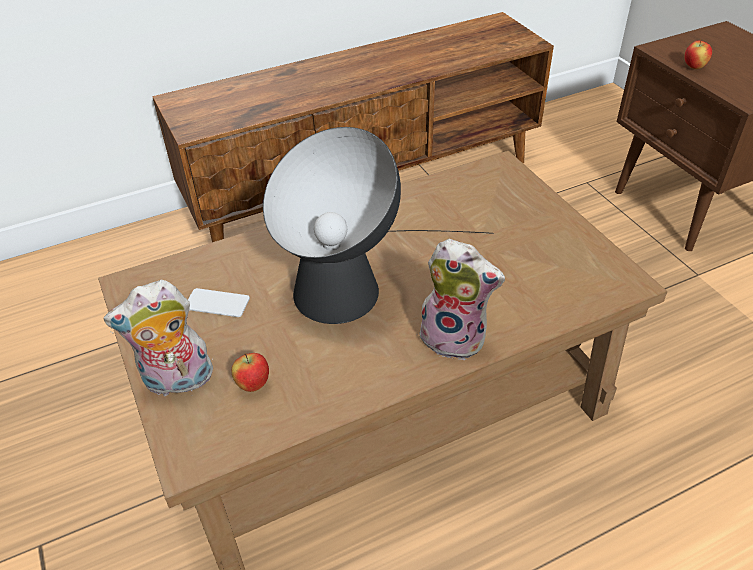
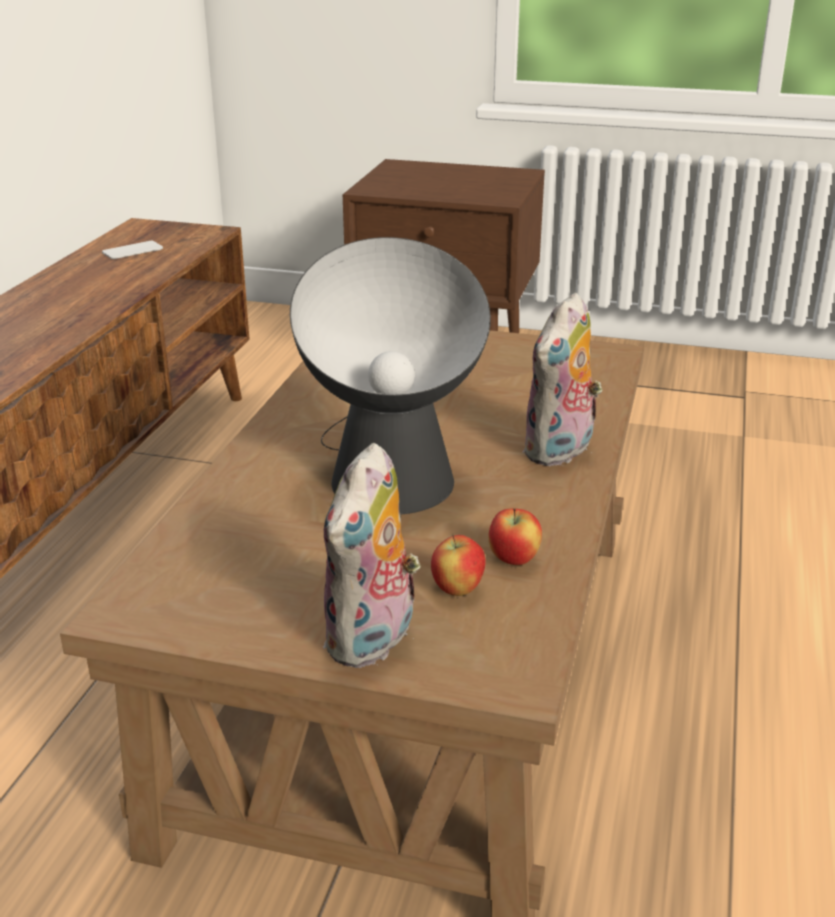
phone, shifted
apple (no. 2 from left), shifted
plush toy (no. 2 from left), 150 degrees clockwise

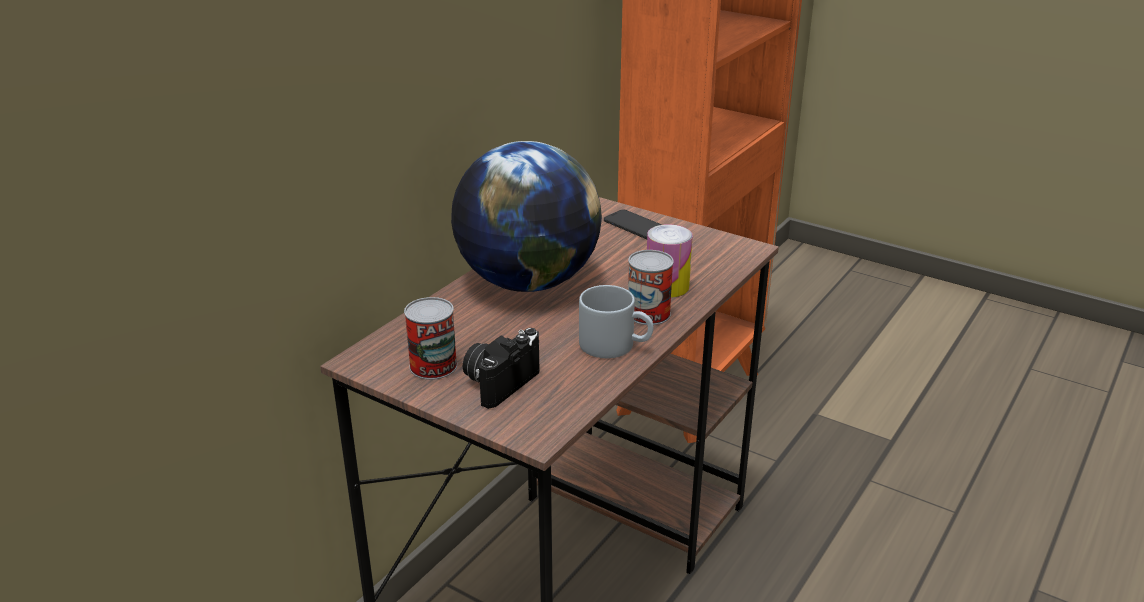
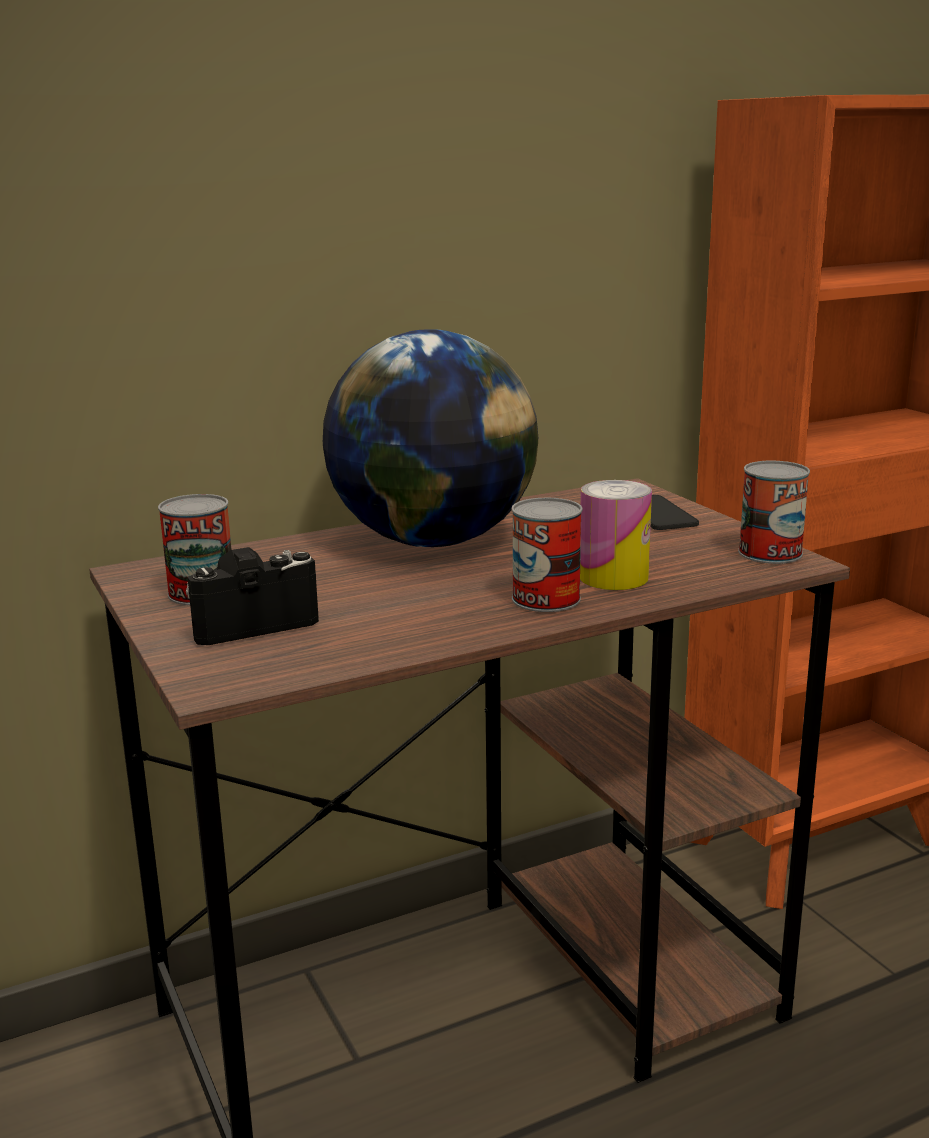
nothing => can (no. 4 from left)
grey mug => nothing

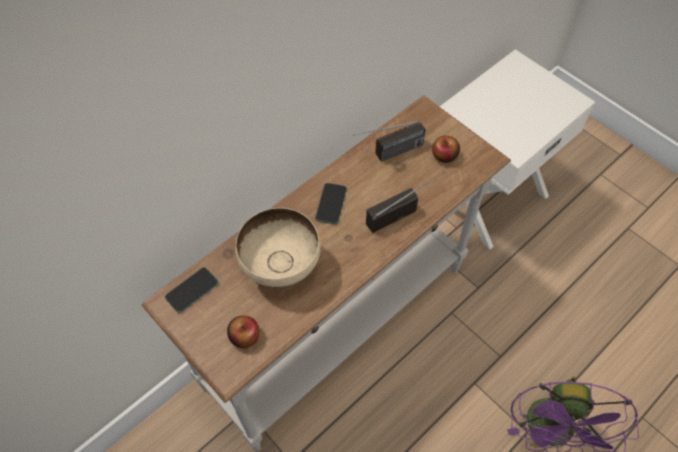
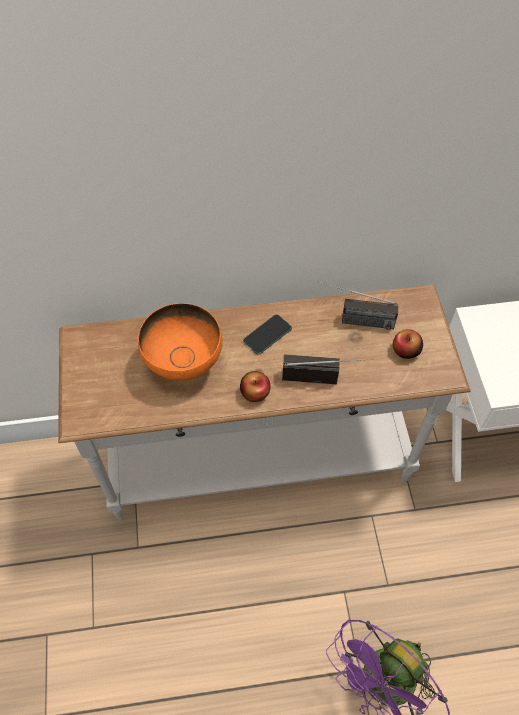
beige bowl => orange bowl
apple (no. 1 from left), shifted
phone (no. 1 from left) => nothing

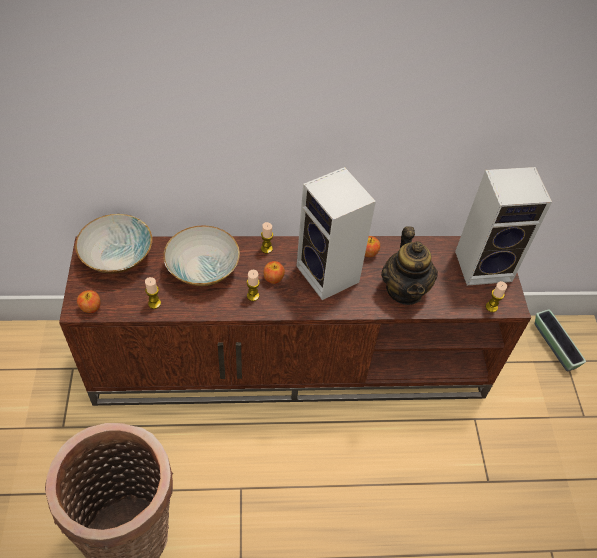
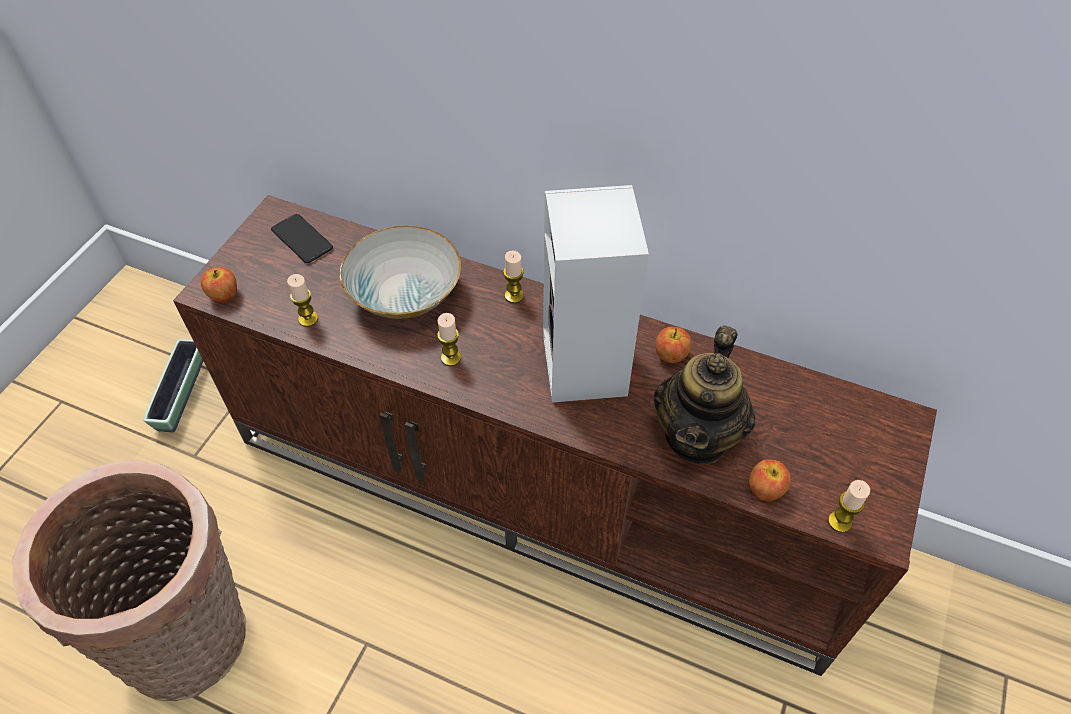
planter, shifted
bowl (no. 1 from left) => phone
apple (no. 2 from left in the first image) => apple (no. 3 from left), shifted
speaker (no. 2 from left) => nothing

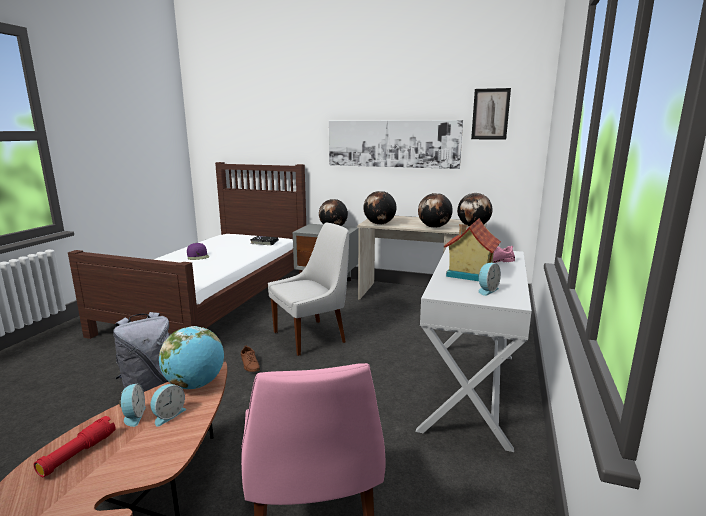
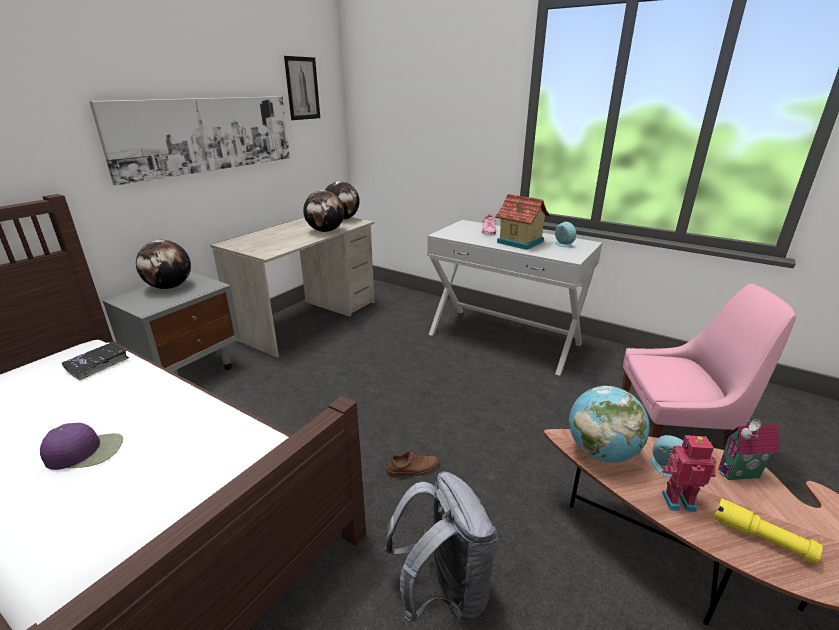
alarm clock (no. 1 from left) => toy robot
red flashlight => yellow flashlight
nothing => toy house (no. 2 from left)
white chair => nothing
globe (no. 3 from left) => nothing

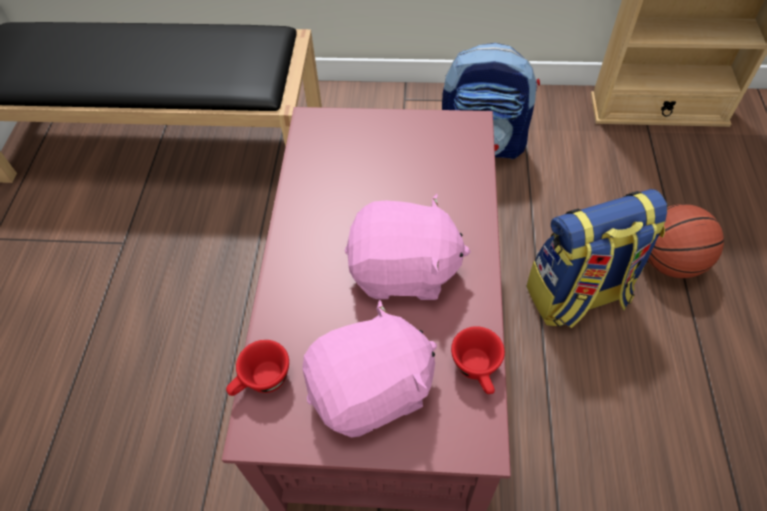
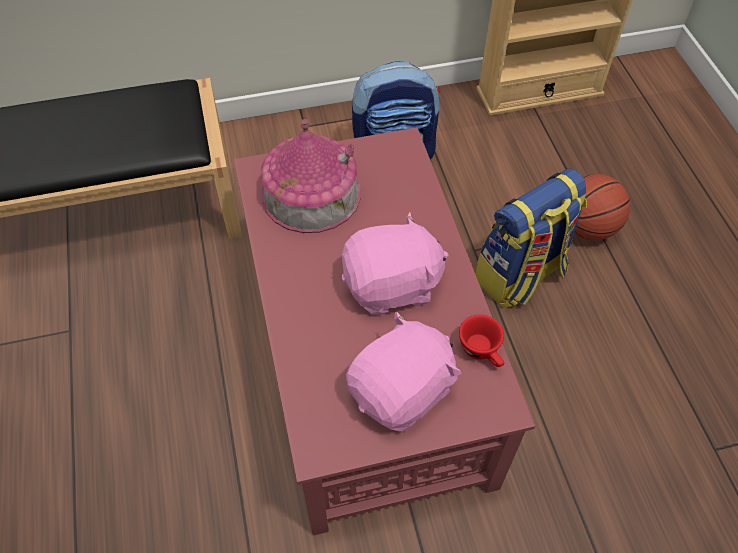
nothing => toy house
red cup (no. 1 from left) => nothing

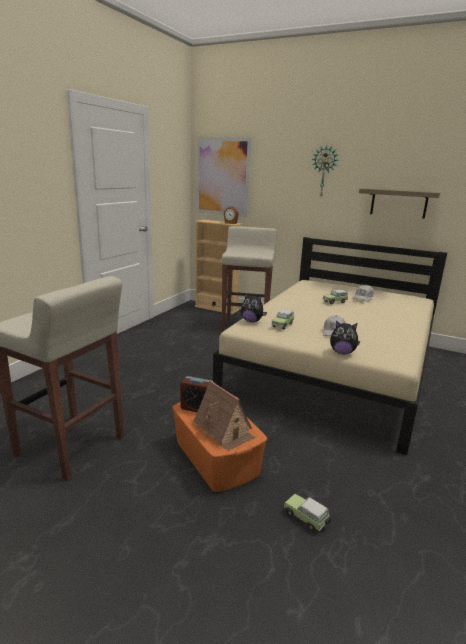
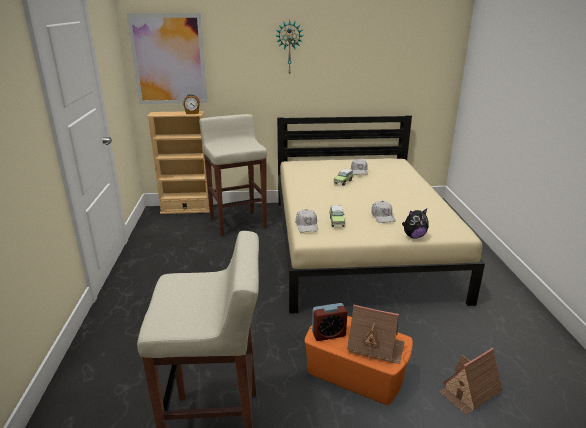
plush toy (no. 1 from left) => white cap (no. 1 from left)
toy car (no. 2 from left) => toy house (no. 2 from left)
shelf => nothing

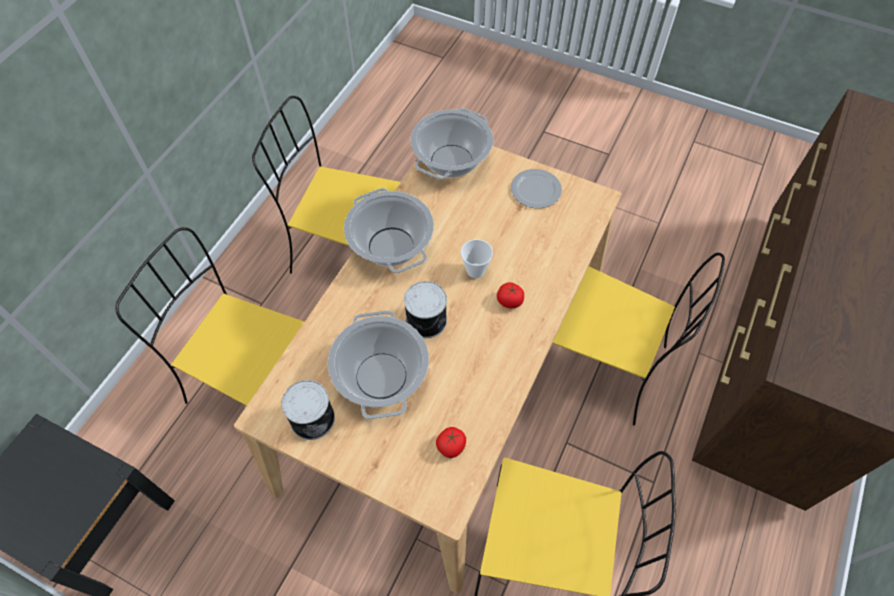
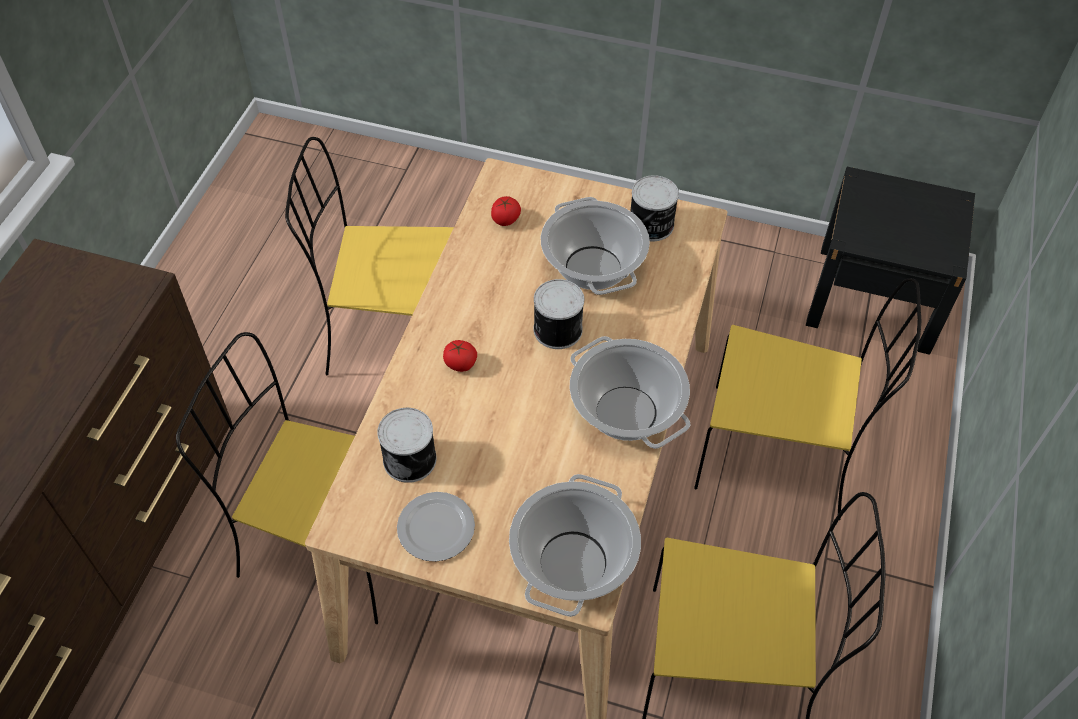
nothing => can (no. 1 from left)
cup => nothing

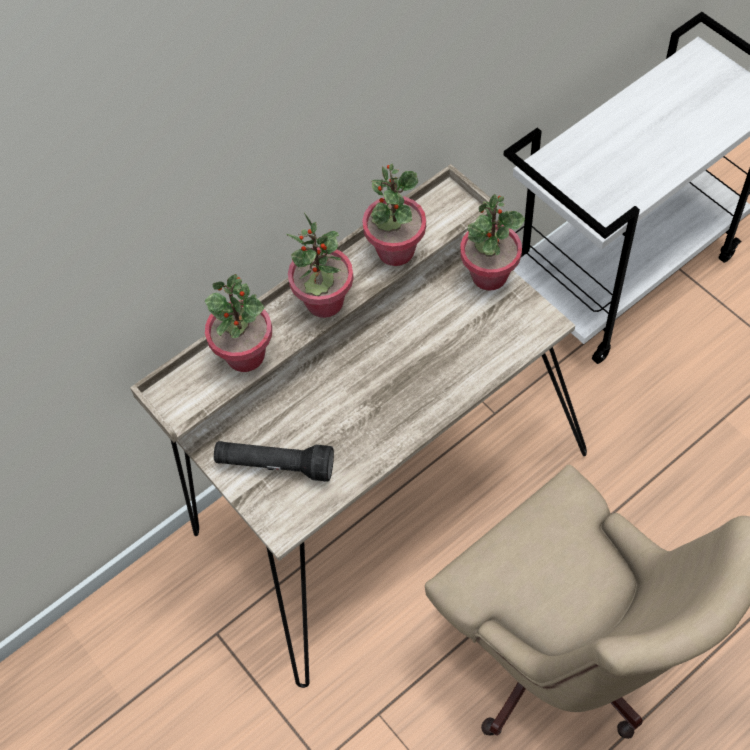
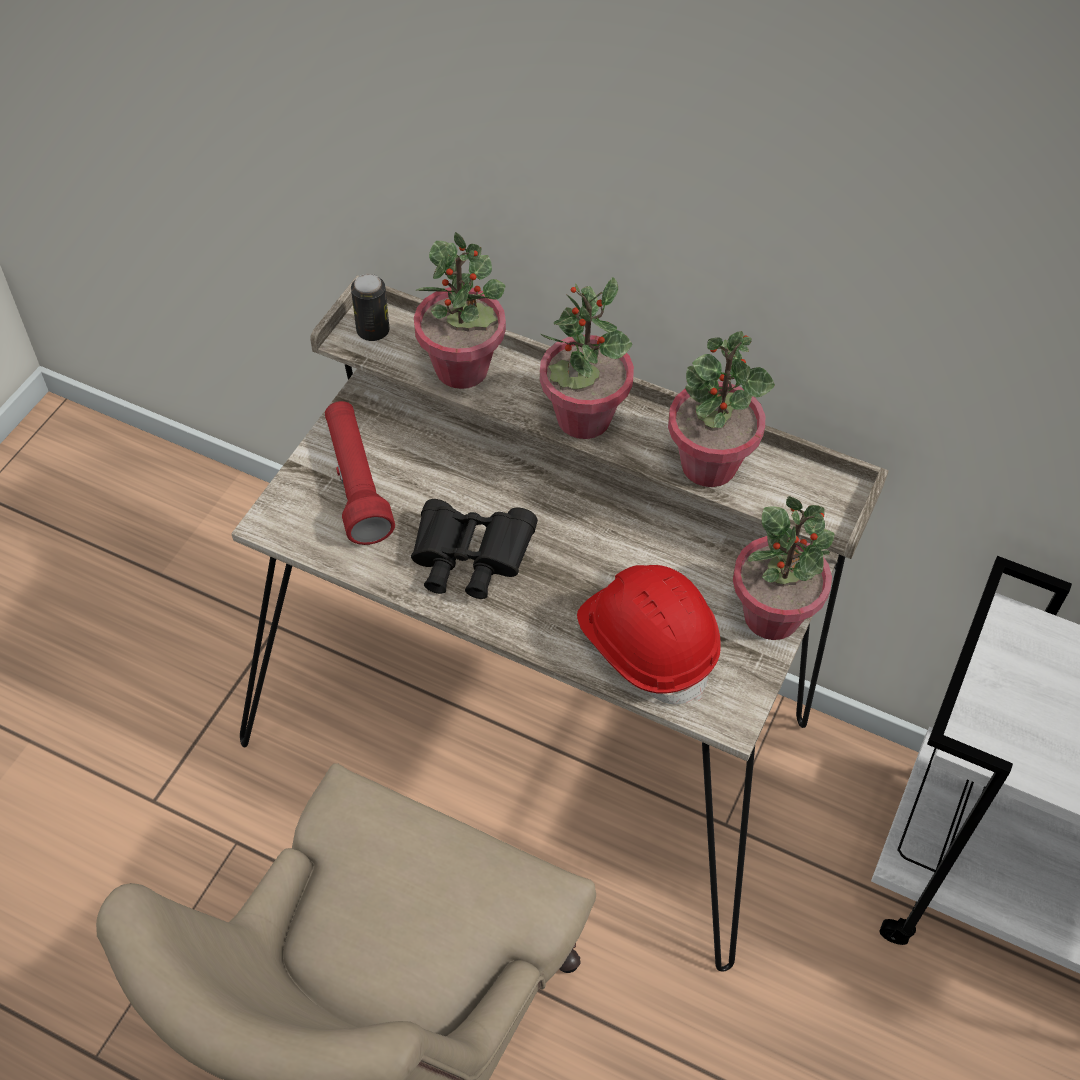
black flashlight => red flashlight
nothing => can
nothing => black binoculars
nothing => red hard hat

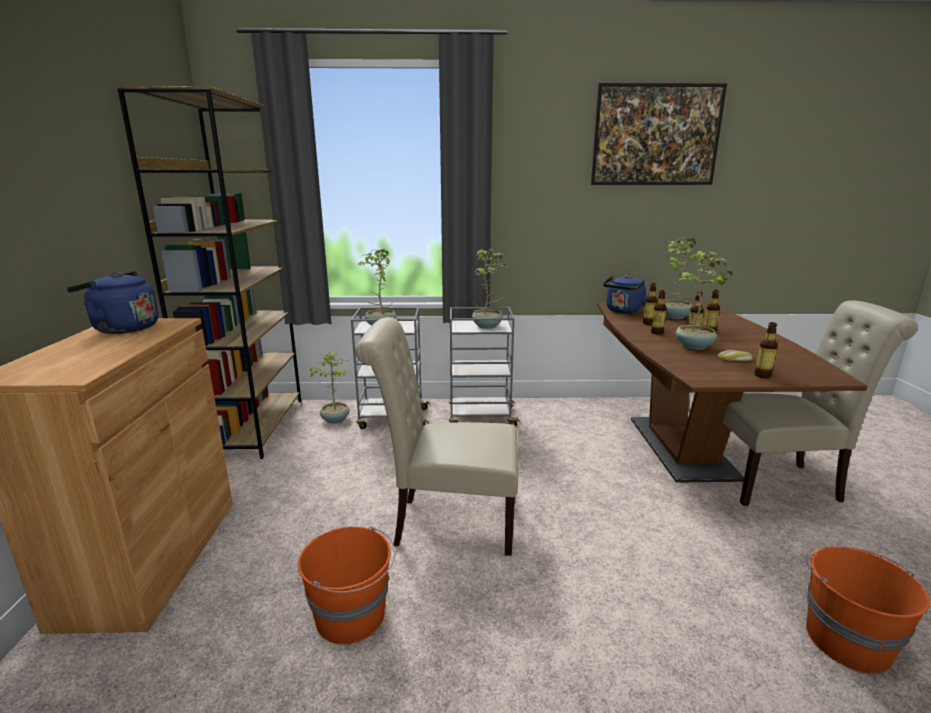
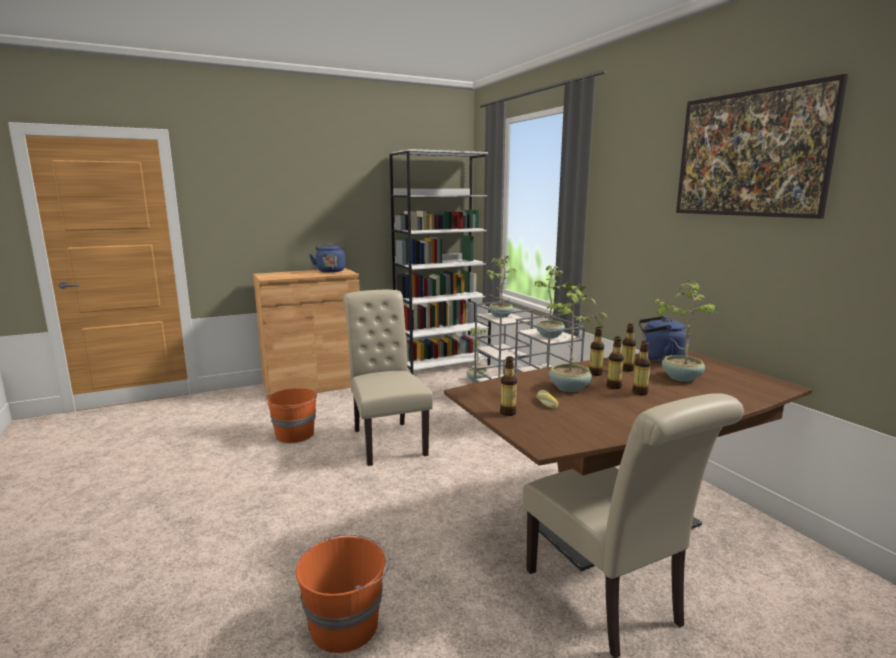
brown bookcase => white bookcase

